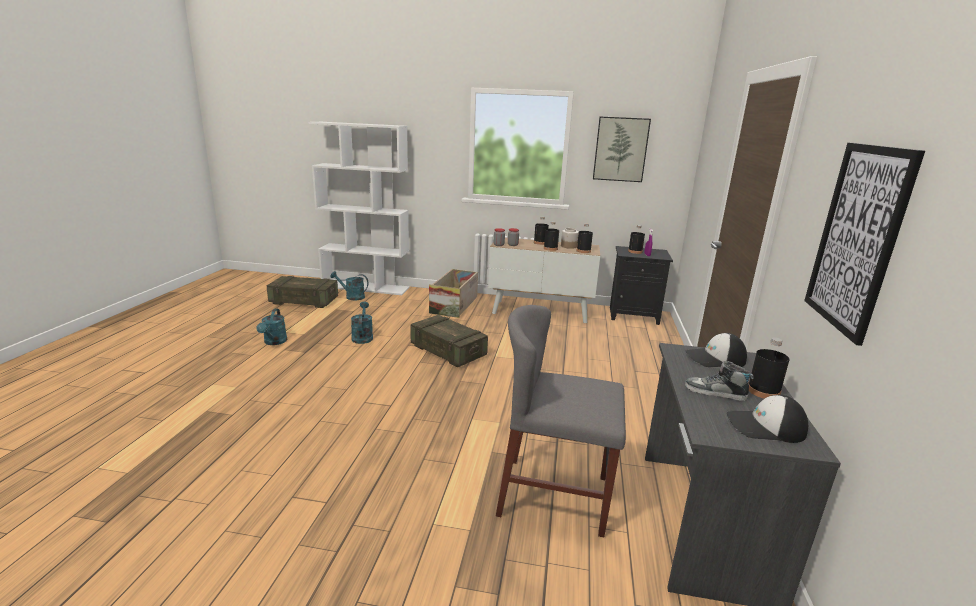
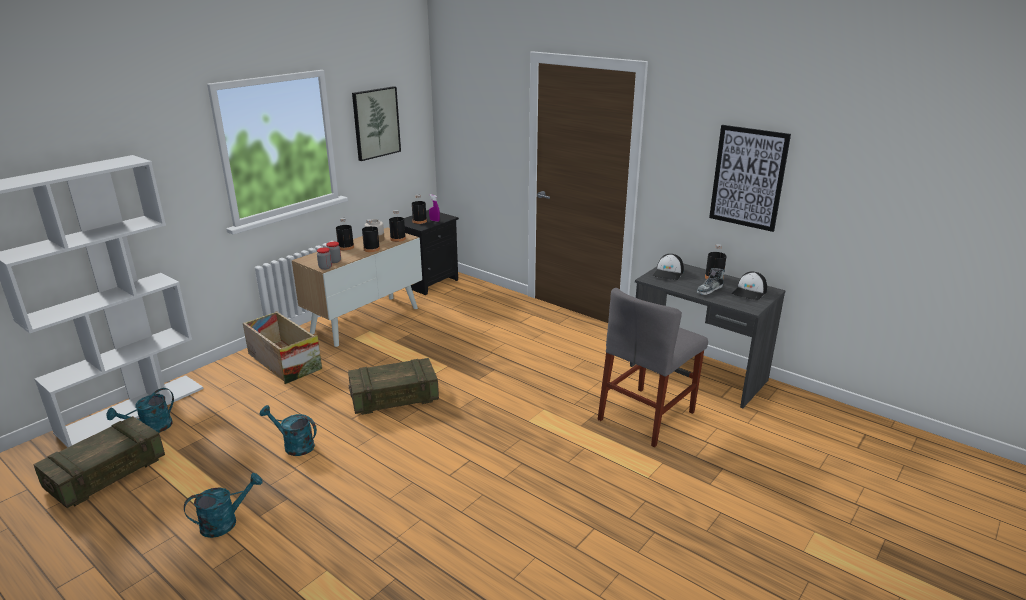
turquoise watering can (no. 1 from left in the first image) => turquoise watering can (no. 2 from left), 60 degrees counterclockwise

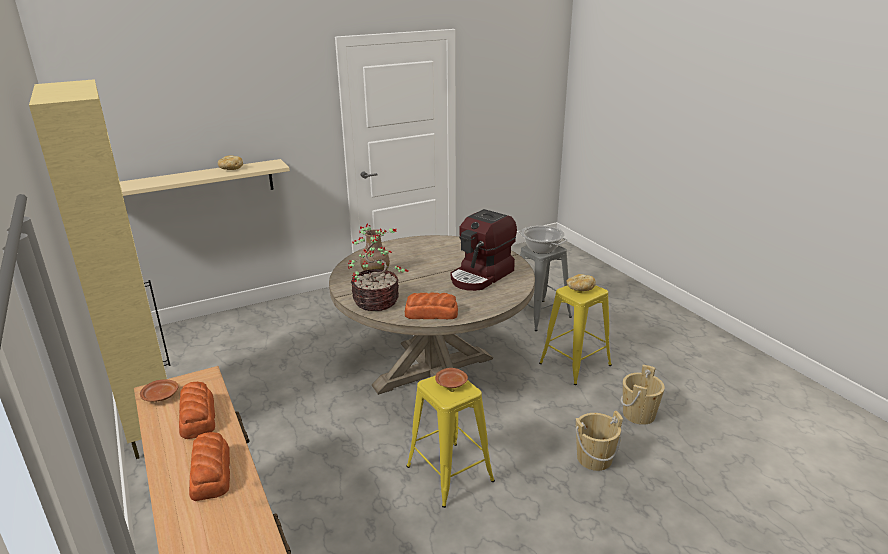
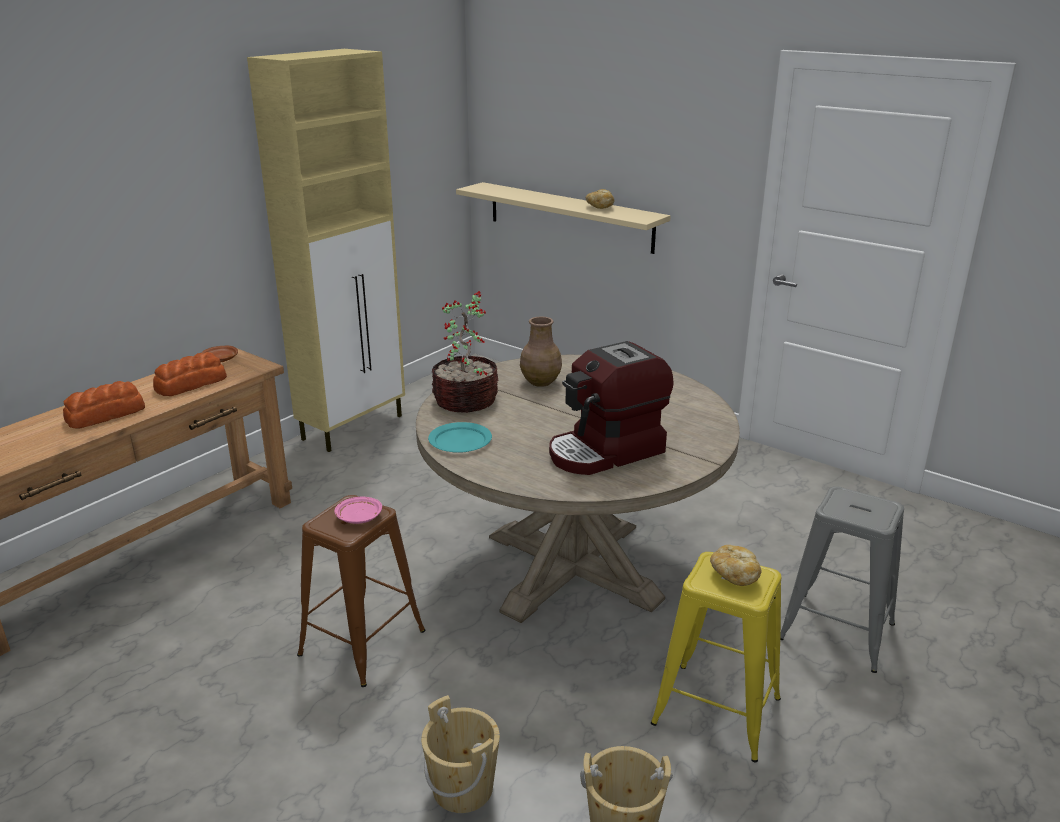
yellow stool (no. 1 from left) => brown stool
brown plate (no. 2 from left) => pink plate
bread (no. 4 from left) => turquoise plate
coffee machine, 45 degrees counterclockwise
cooking pot => nothing

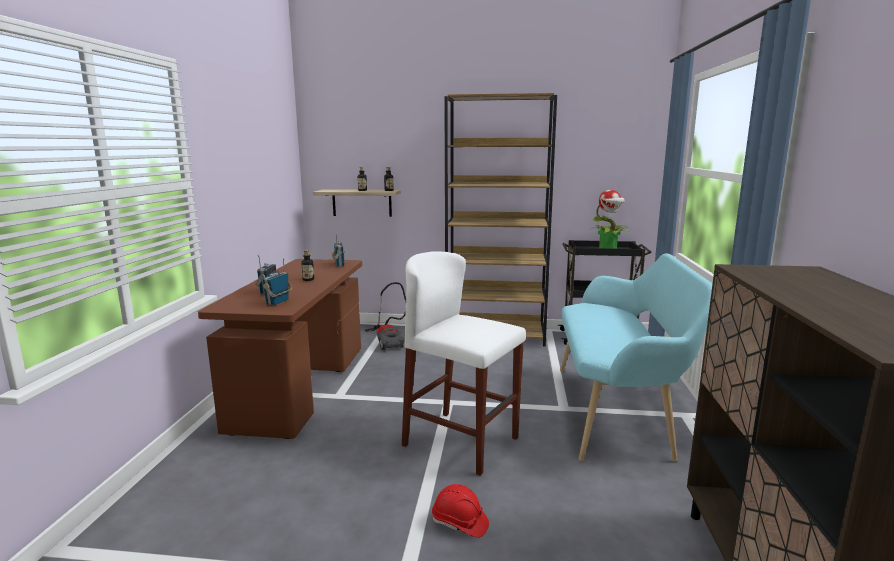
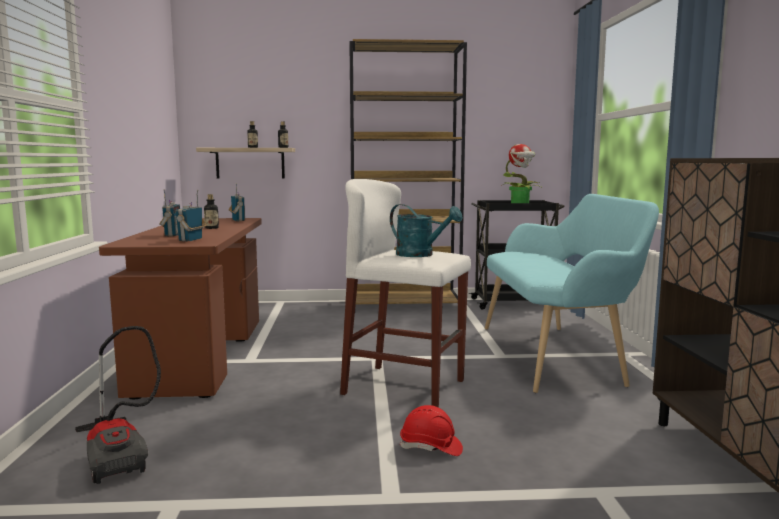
vacuum cleaner, shifted
nothing => turquoise watering can

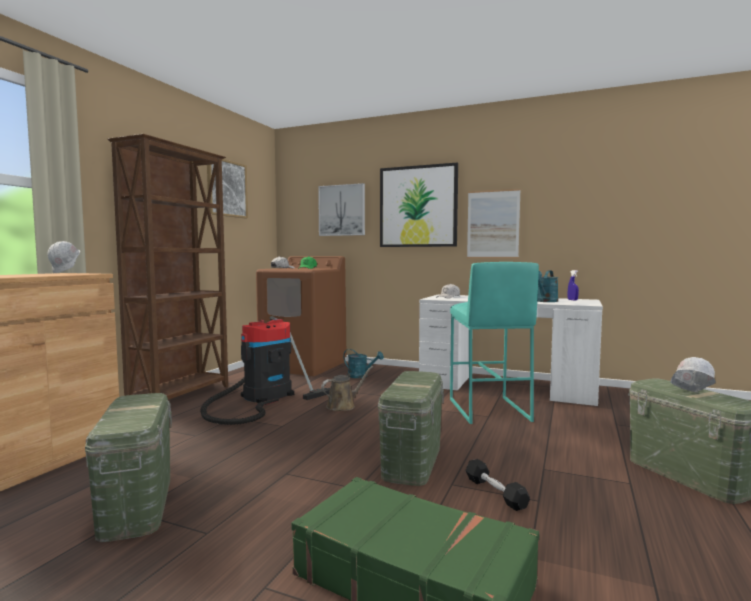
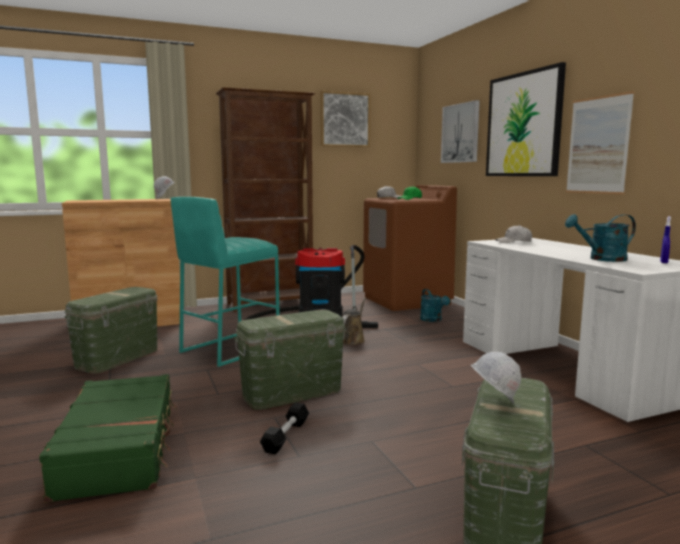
turquoise stool, shifted
brown watering can, 75 degrees counterclockwise

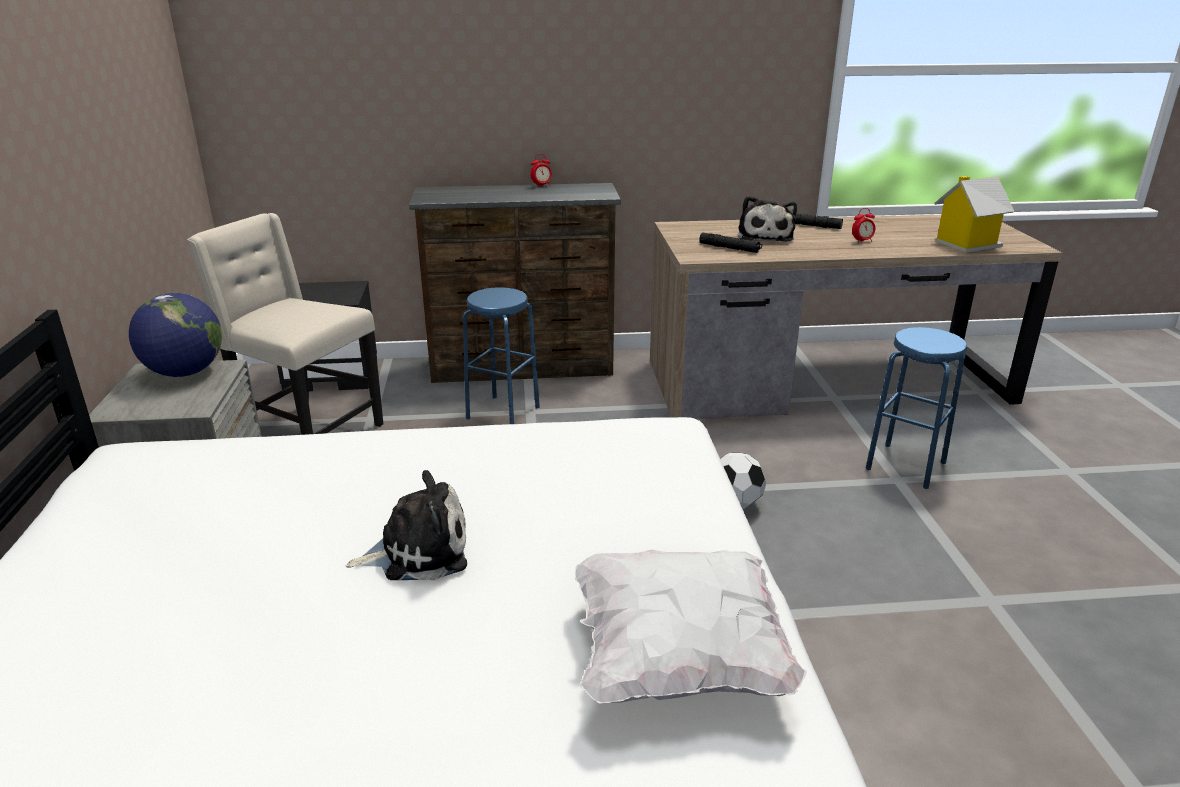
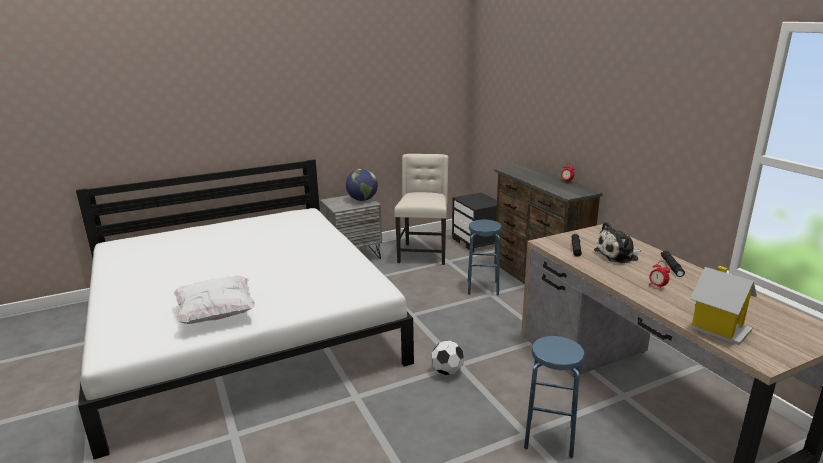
plush toy (no. 1 from left) => nothing

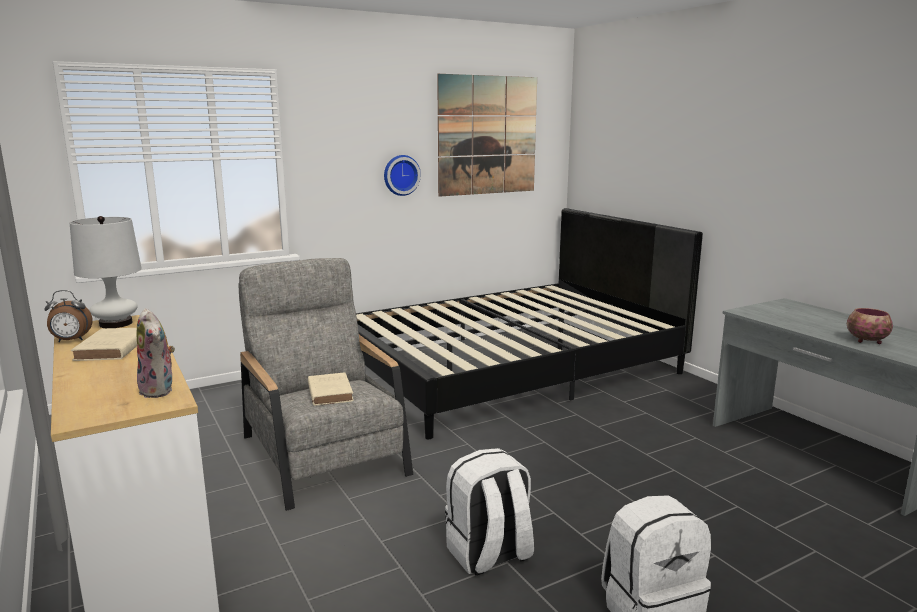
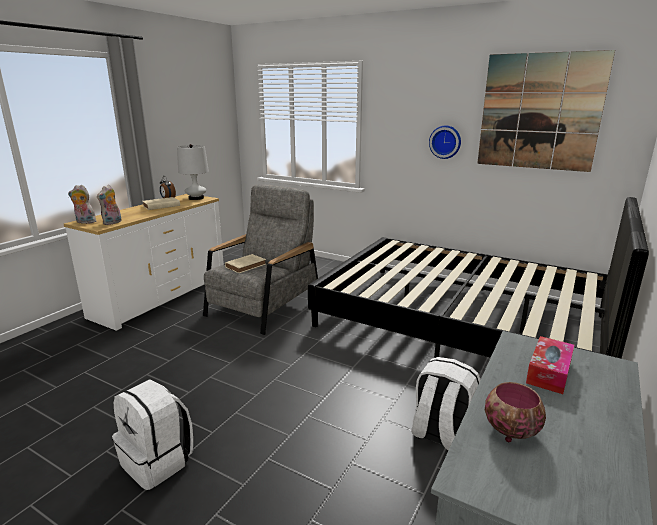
nothing => plush toy (no. 1 from left)
white backpack (no. 1 from left in the first image) => white backpack (no. 2 from left), shifted
nothing => tissue box

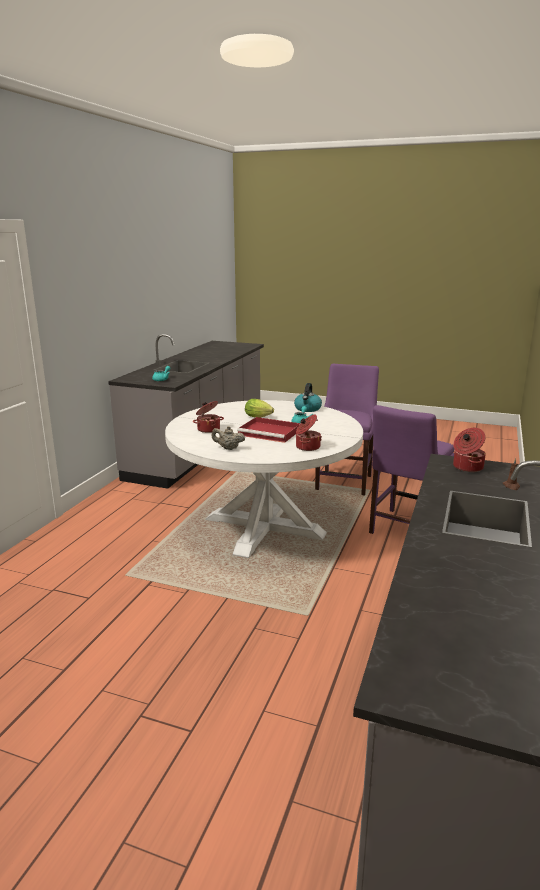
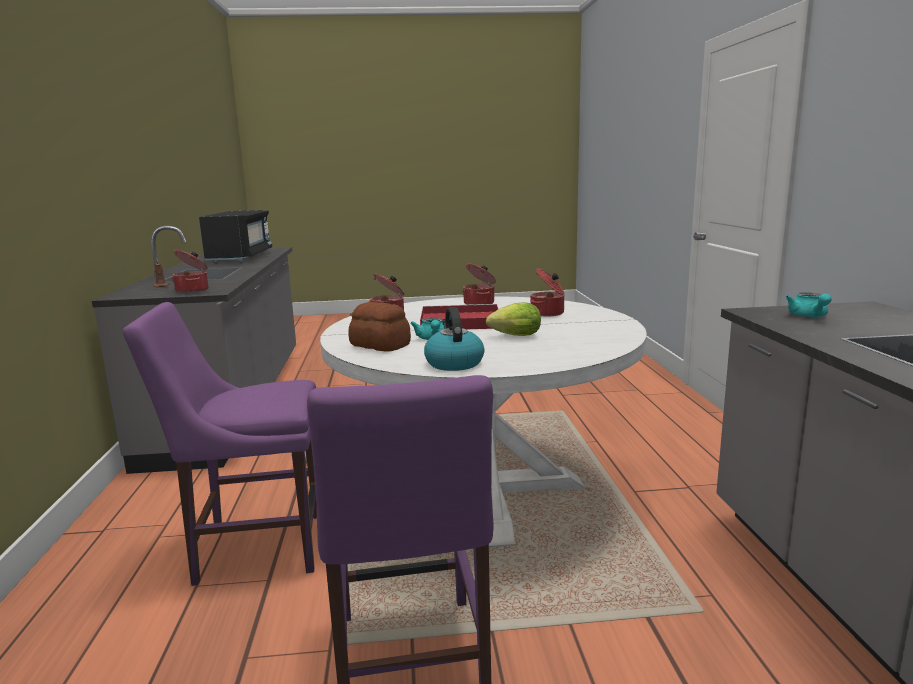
purple chair (no. 2 from left in the first image) => purple chair (no. 1 from left), 105 degrees counterclockwise
nothing => black microwave
nothing => bread
beige teapot => cooking pot (no. 3 from left)

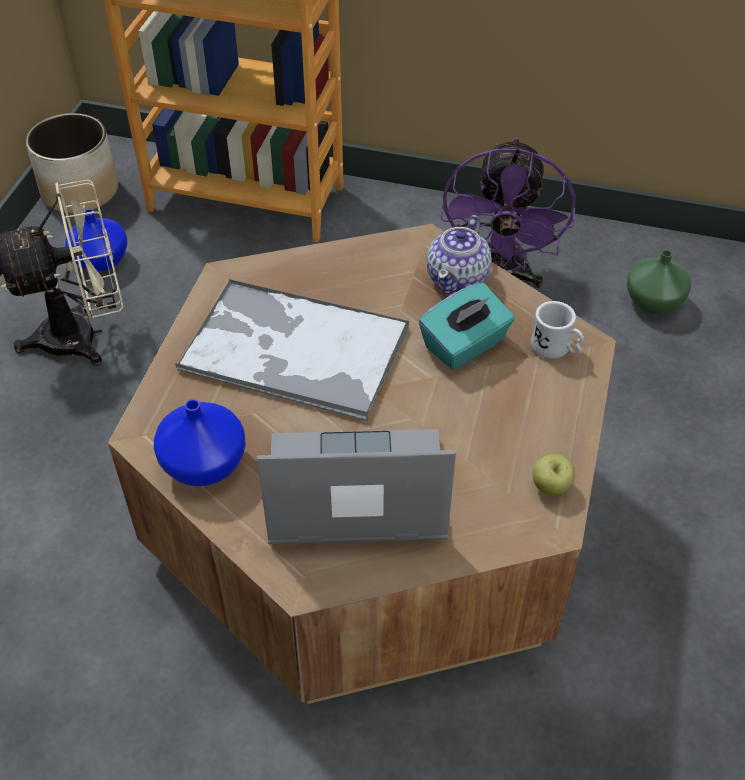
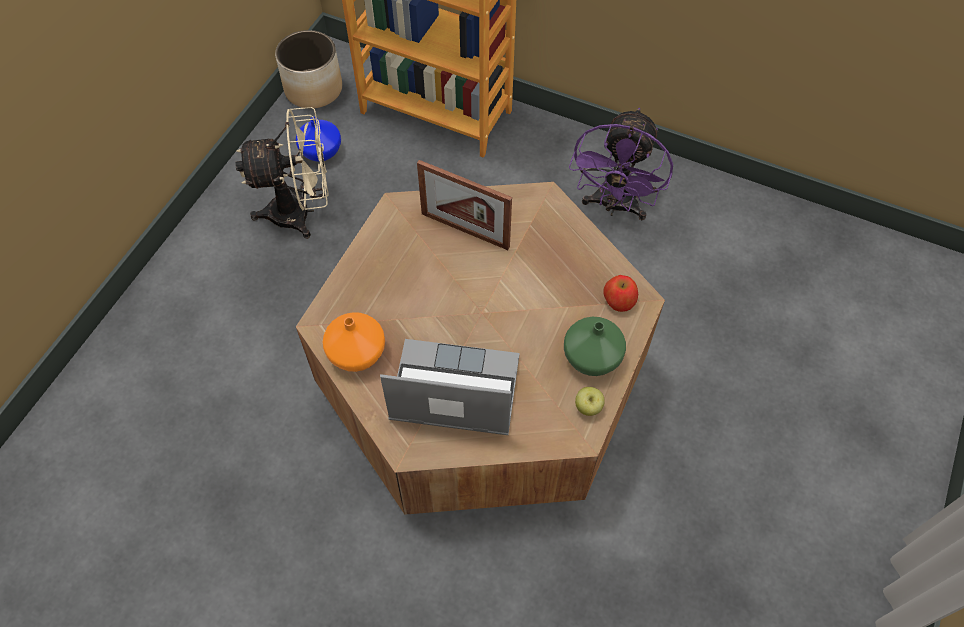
blue vase (no. 2 from left) => orange vase
nothing => picture frame
green vase, shifted
white mug => apple (no. 2 from left)
tray => nothing
turquoise tissue box => nothing
teapot => nothing

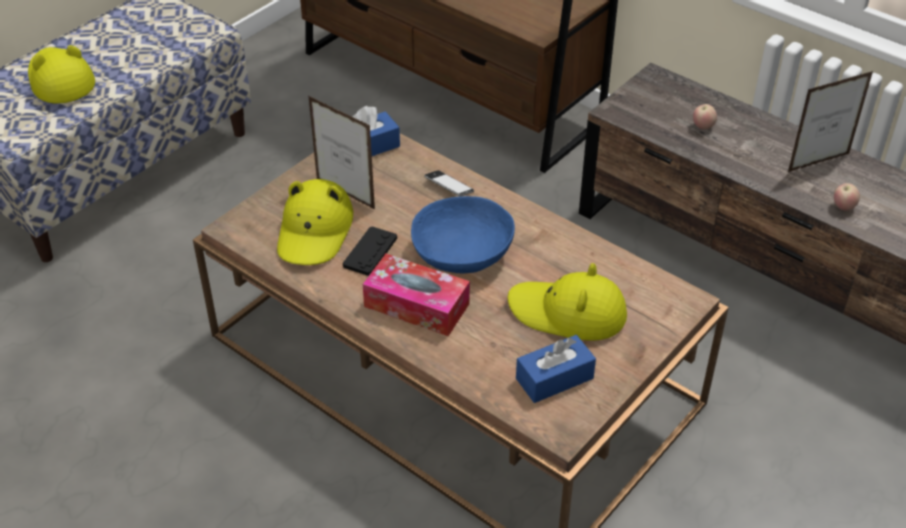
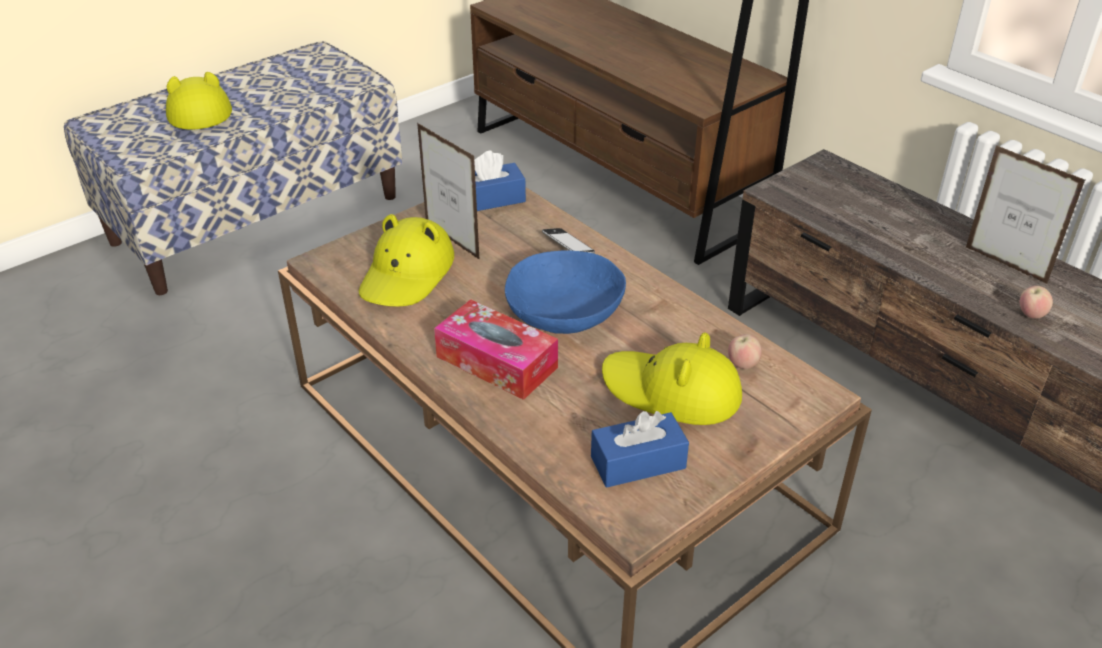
apple (no. 1 from left), shifted
picture frame (no. 2 from left), 120 degrees counterclockwise
black game controller => nothing

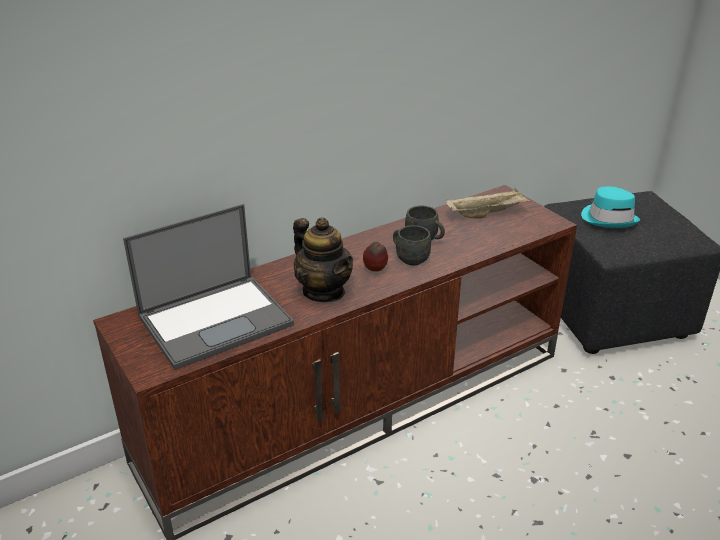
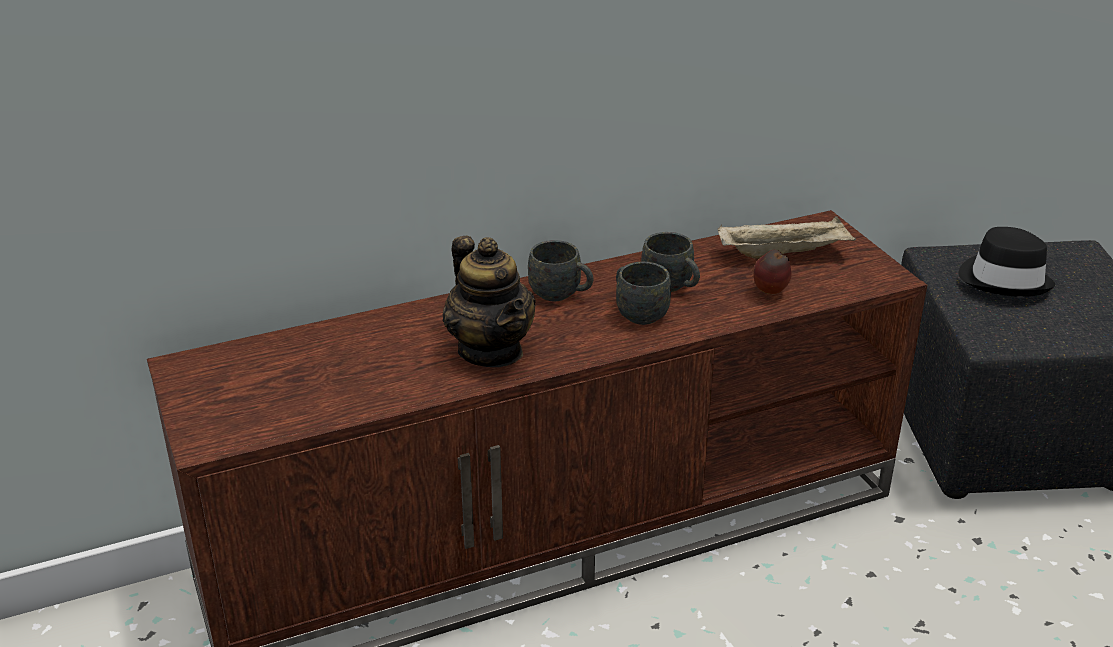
nothing => grey mug (no. 1 from left)
apple, shifted
turquoise hat => black hat
laptop => nothing

